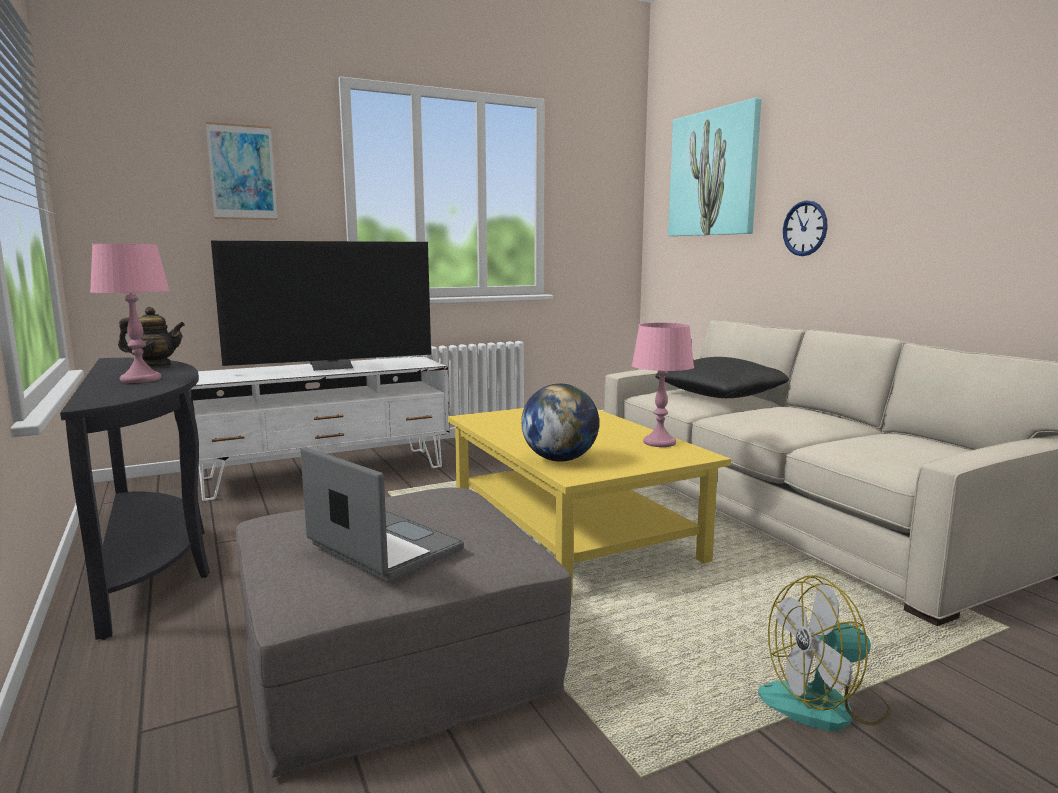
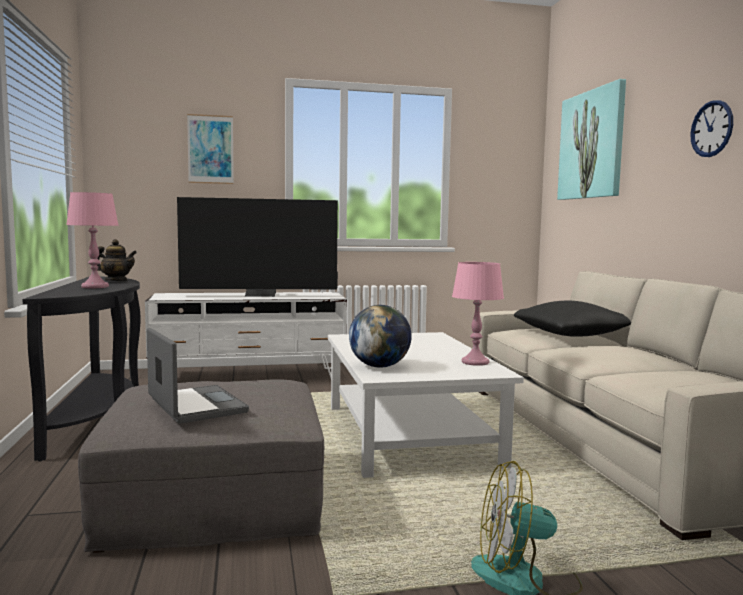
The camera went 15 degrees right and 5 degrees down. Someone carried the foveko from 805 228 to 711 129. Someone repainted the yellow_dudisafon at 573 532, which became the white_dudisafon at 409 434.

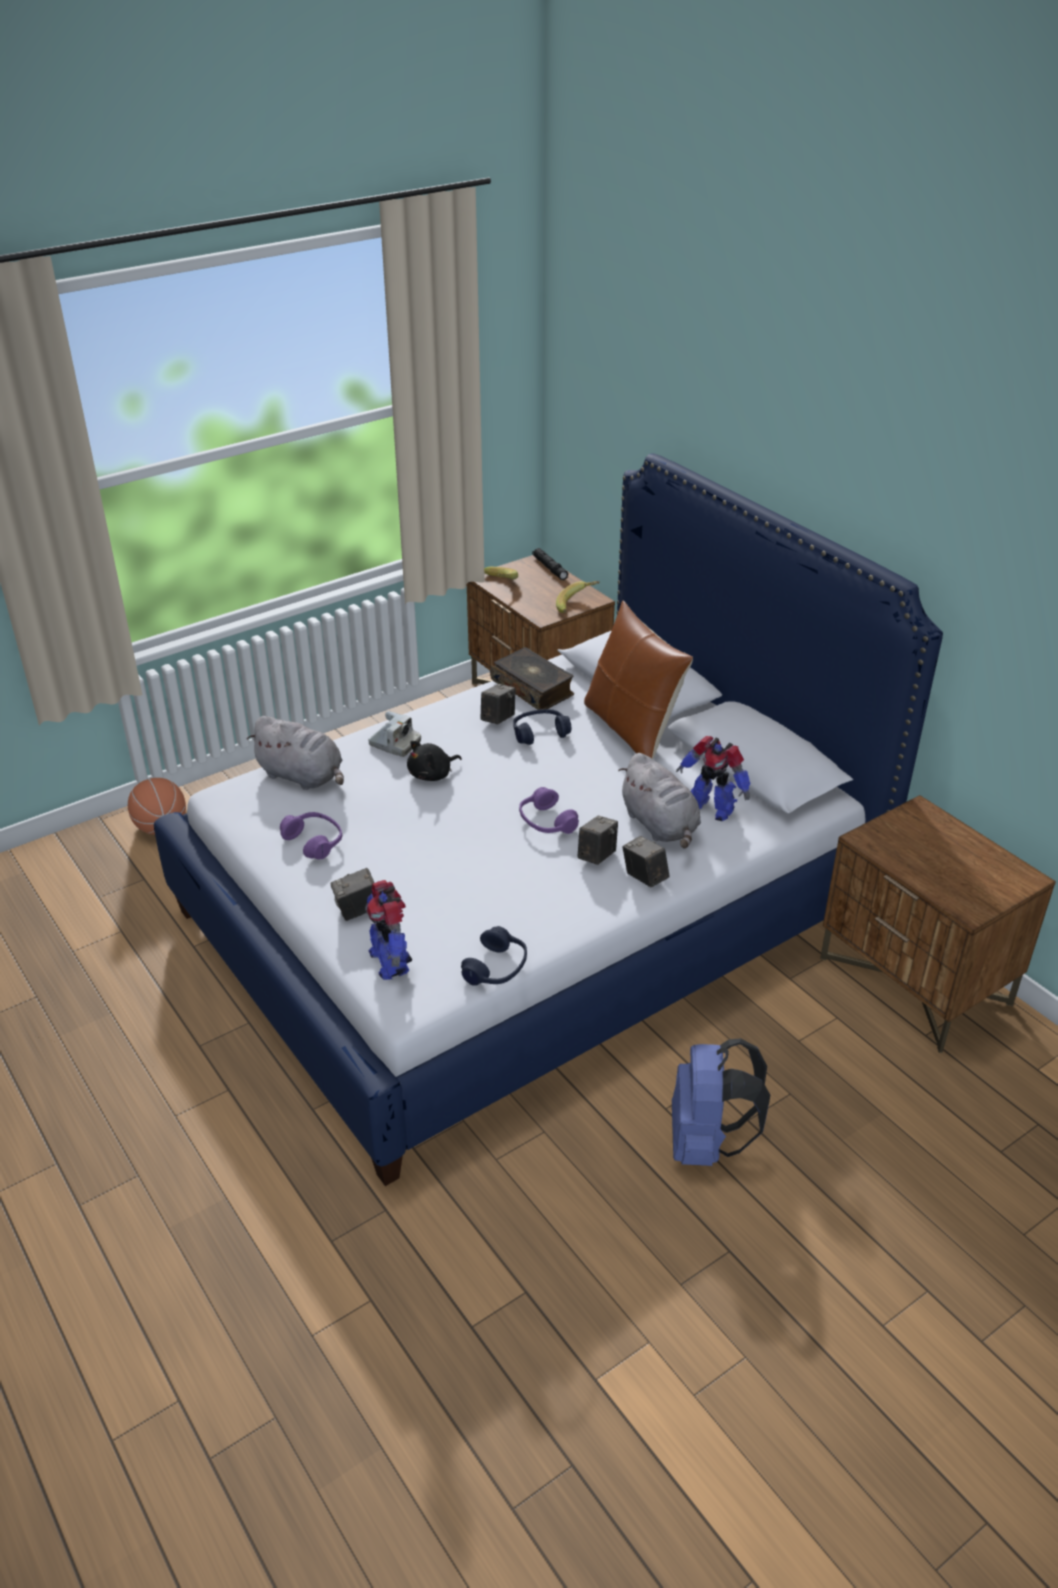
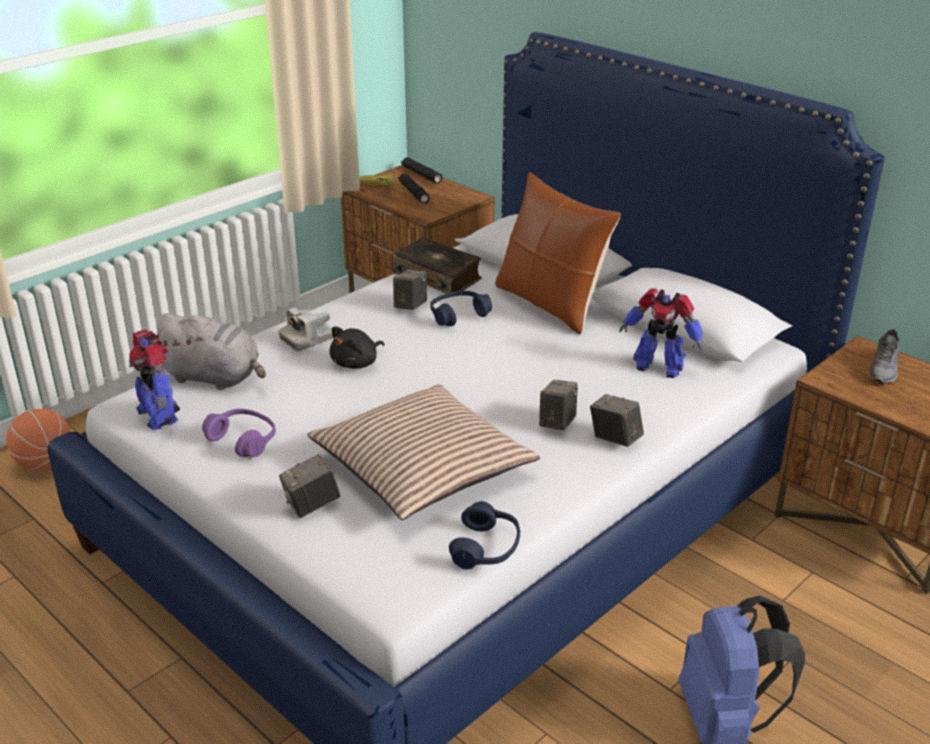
The camera went 10 degrees left and 5 degrees down. Someone took away the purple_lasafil at 546 822. Someone took away the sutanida at 577 606. Someone took away the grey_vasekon at 661 826. Someone put down the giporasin at 422 467. Someone put down the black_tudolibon at 413 193. Someone put down the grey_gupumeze at 884 369. Someone carried the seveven from 390 961 to 158 415. Someone rotated the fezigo at 394 744 by 120 degrees clockwise.

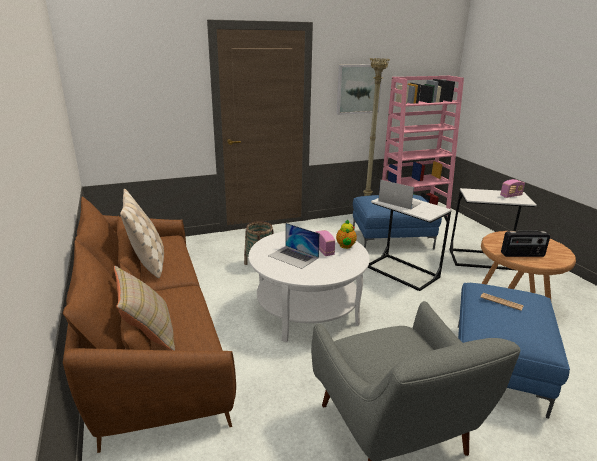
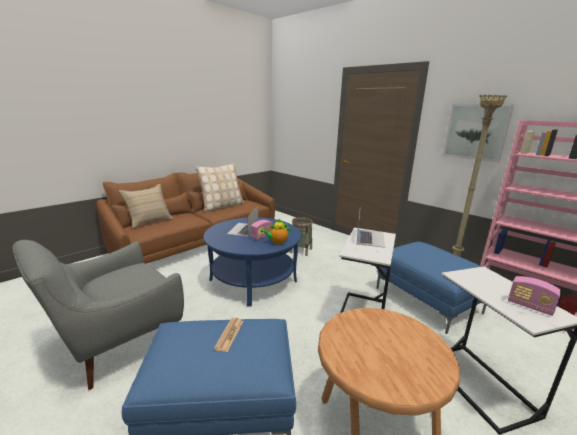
The camera went 65 degrees right and 5 degrees down. Someone took away the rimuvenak at 522 255. Someone repainted the white_dudisafon at 307 310, which became the blue_dudisafon at 253 280.

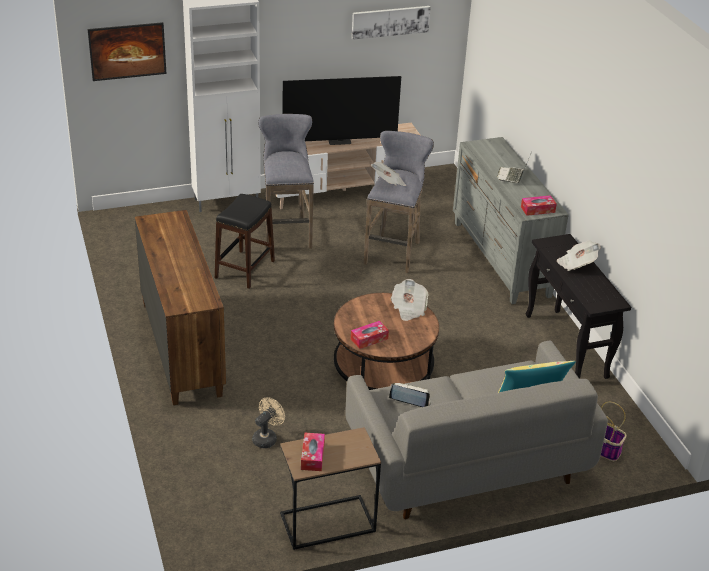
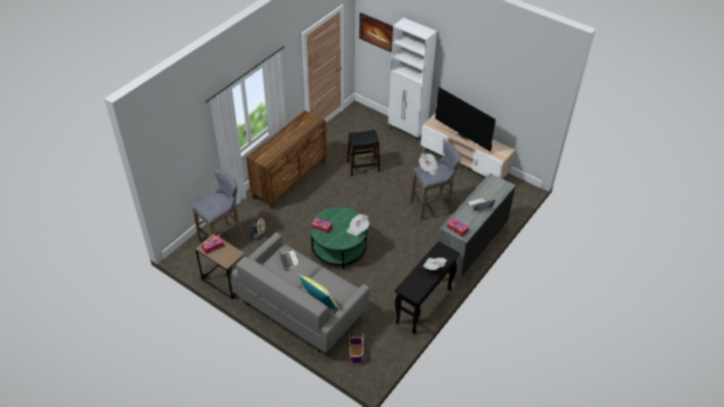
The camera went 55 degrees right and 10 degrees up. Someone took away the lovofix at 390 21. Someone carried the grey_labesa from 286 232 to 222 237. Someone repainted the brown_dudisafon at 383 368, which became the green_dudisafon at 339 248.

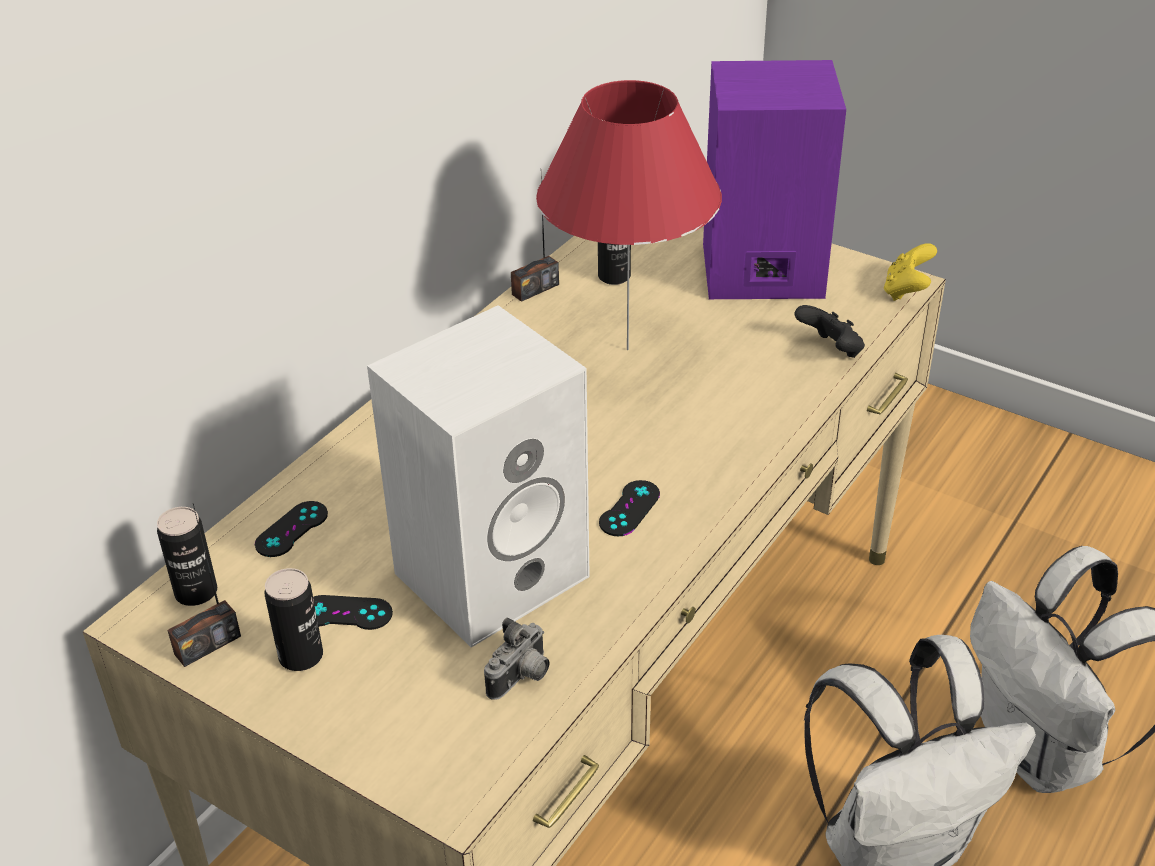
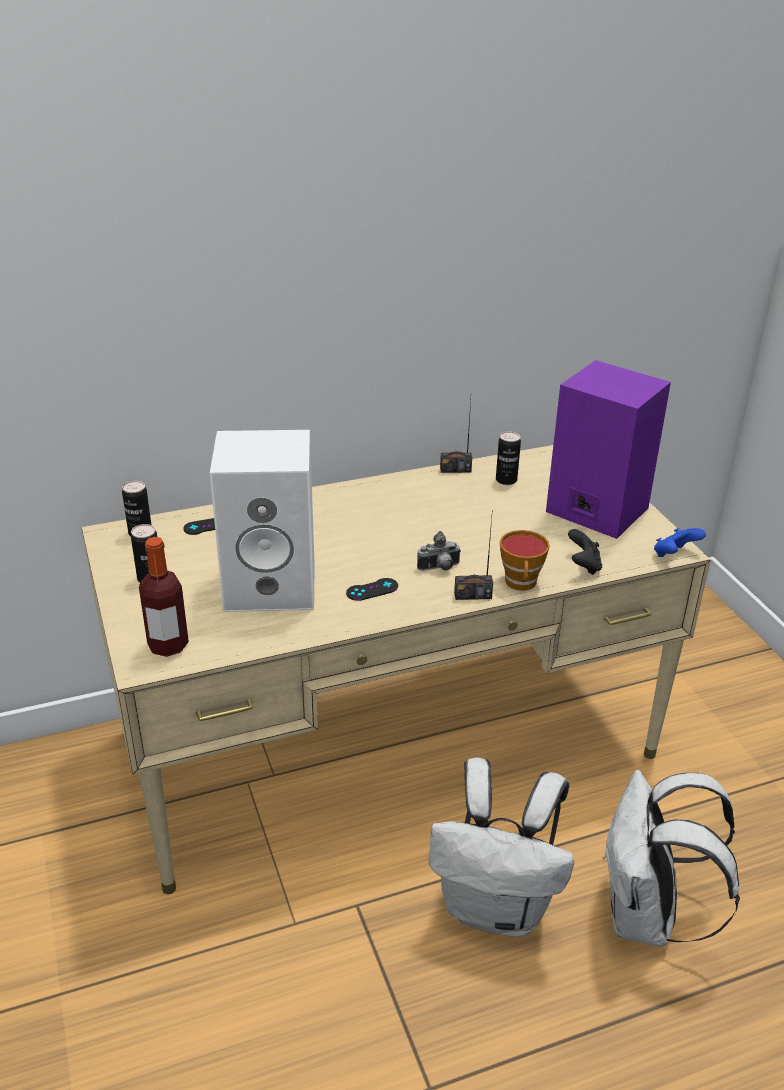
The camera went 35 degrees right and 5 degrees down. Someone took away the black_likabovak at 346 613. Someone took away the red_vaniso at 627 349. Someone put down the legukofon at 168 645. Someone put down the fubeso at 521 584. Someone carried the rimuvenak from 207 645 to 473 595. Someone carried the fezigo from 522 678 to 439 568. Someone repainted the yellow_likabovak at 906 291, which became the blue_likabovak at 674 555.

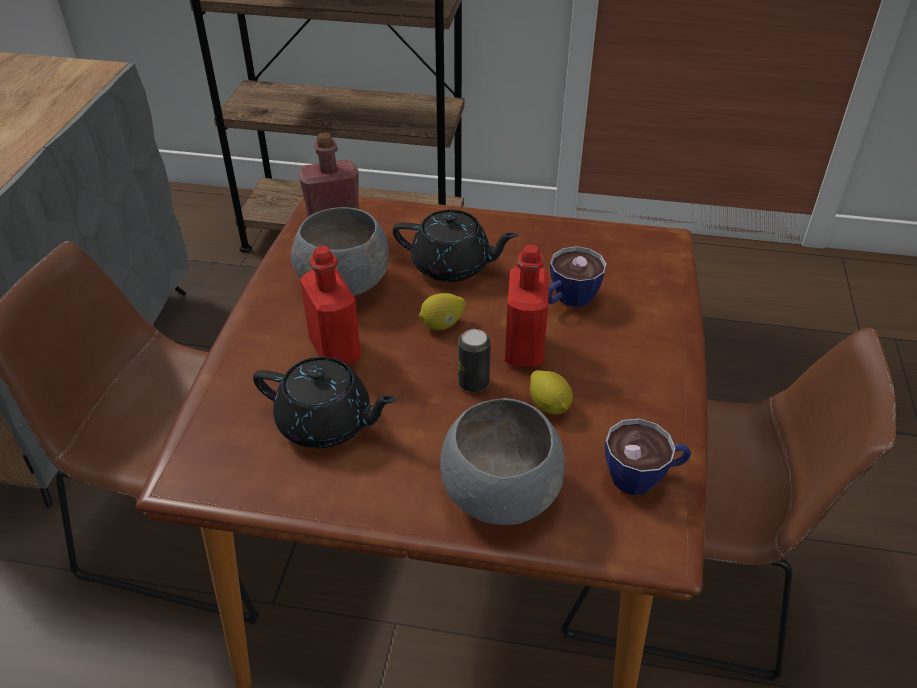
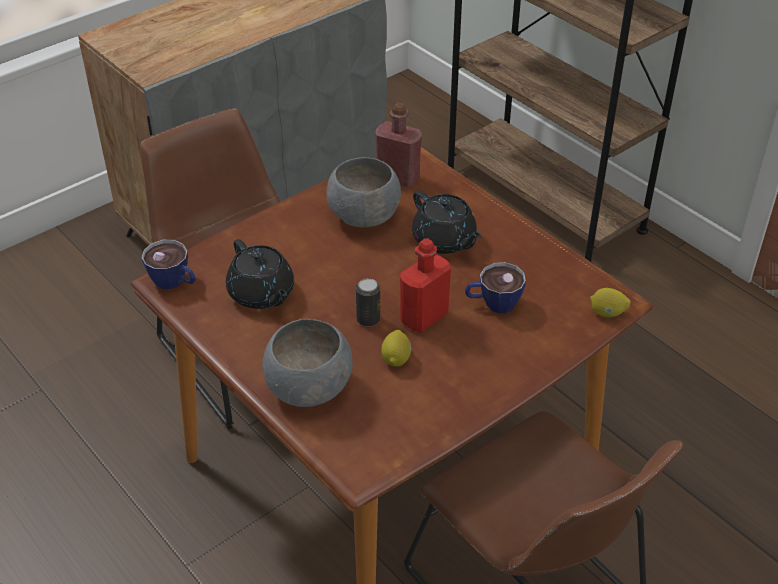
The camera went 40 degrees right and 0 degrees up. Someone took away the red_legukofon at 335 350. Someone carried the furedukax from 442 324 to 607 313. Someone carried the fubeso from 643 477 to 174 282.

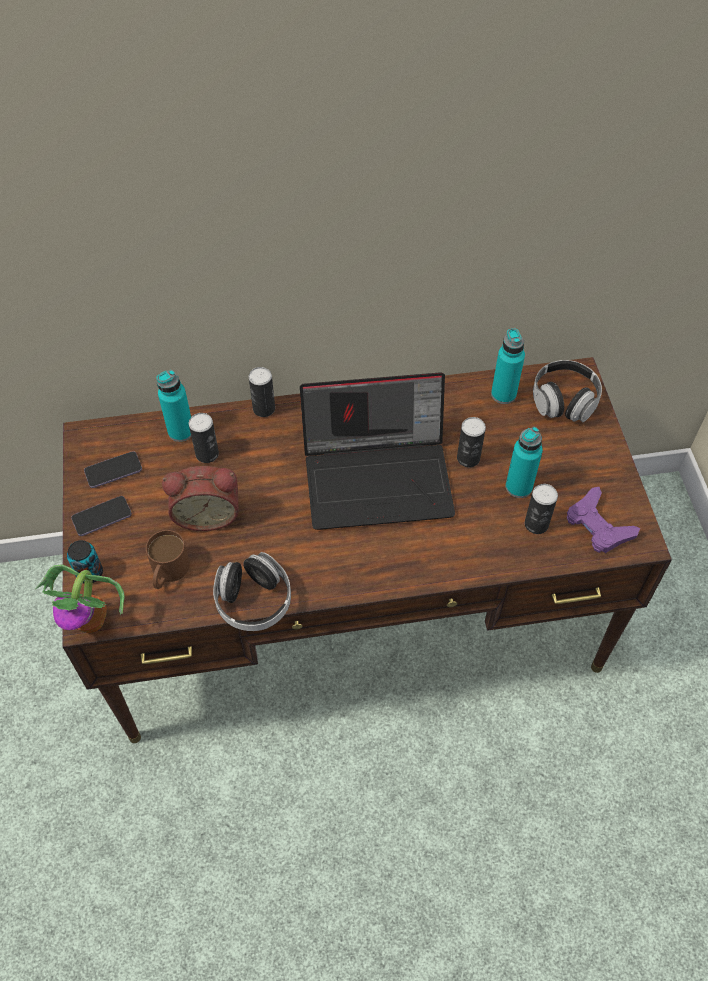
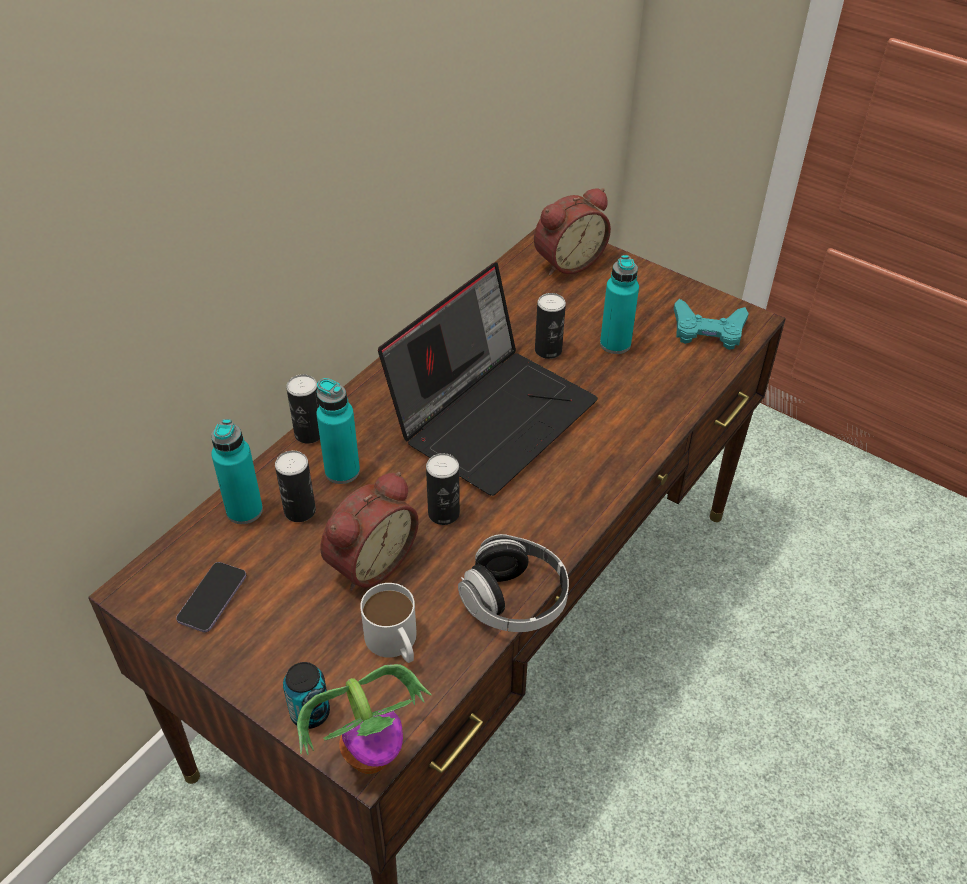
The camera went 45 degrees left and 10 degrees down. Someone took away the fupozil at 102 517. Someone carried the turquoise_legukofon from 503 394 to 342 471. Someone carried the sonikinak from 536 524 to 443 513. Someone swapped the lasafil at 564 401 for the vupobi at 567 261. Someone repainted the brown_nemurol at 167 572, which became the white_nemurol at 395 643. Someone repainted the purple_likabovak at 598 525, which became the turquoise_likabovak at 708 330.

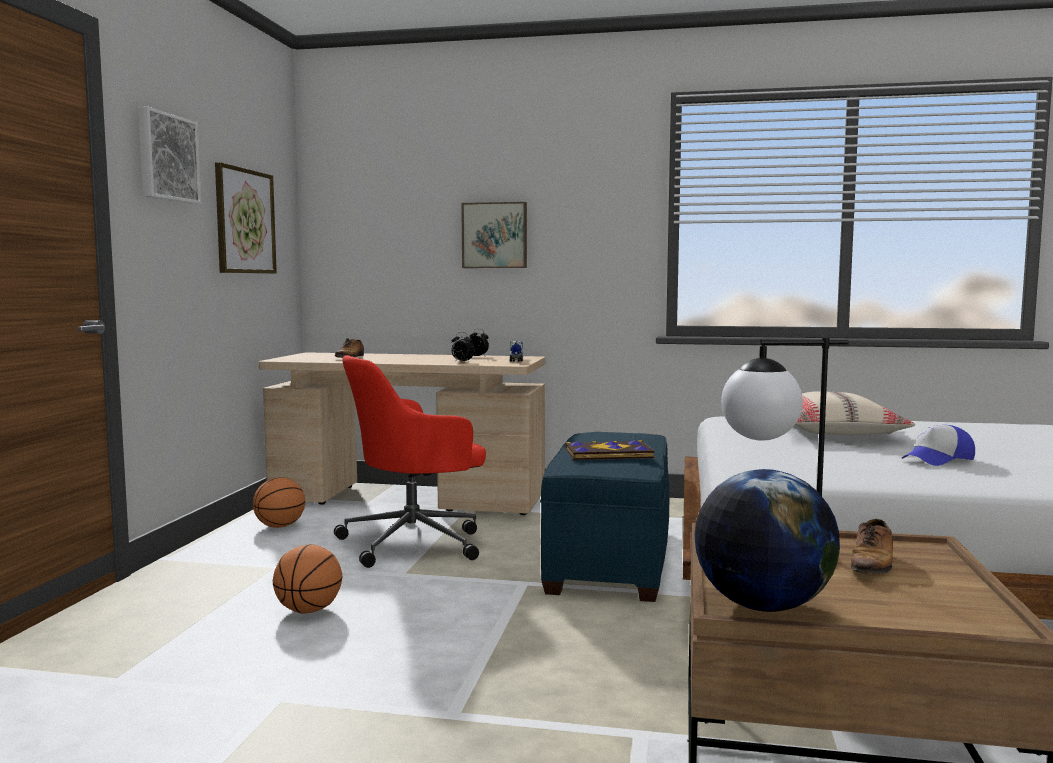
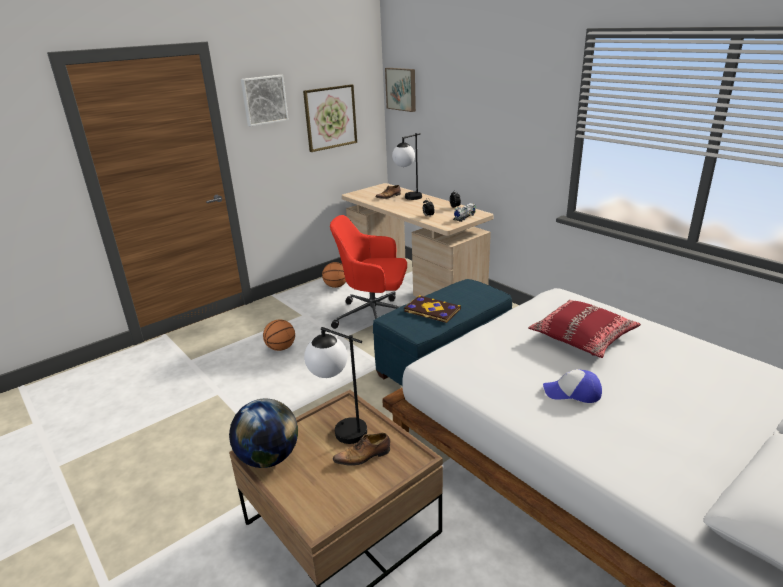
The camera went 40 degrees right and 20 degrees up. Someone put down the vaniso at 408 199. Someone carried the lovofix from 495 235 to 402 89. Someone repainted the beige_giporasin at 838 431, which became the red_giporasin at 582 337.

